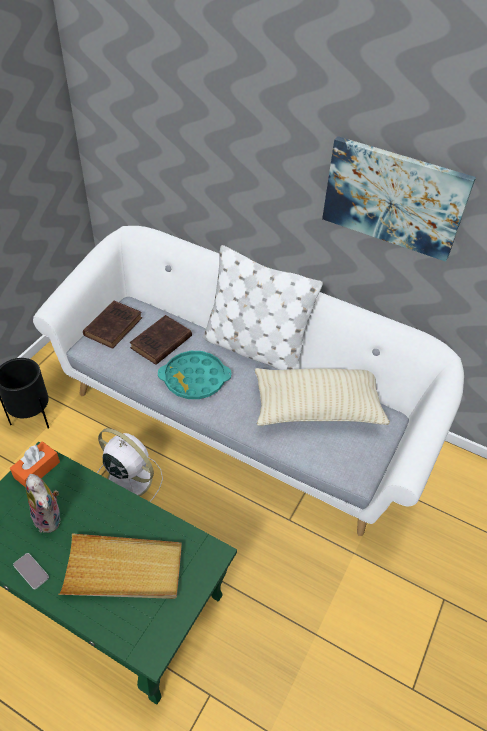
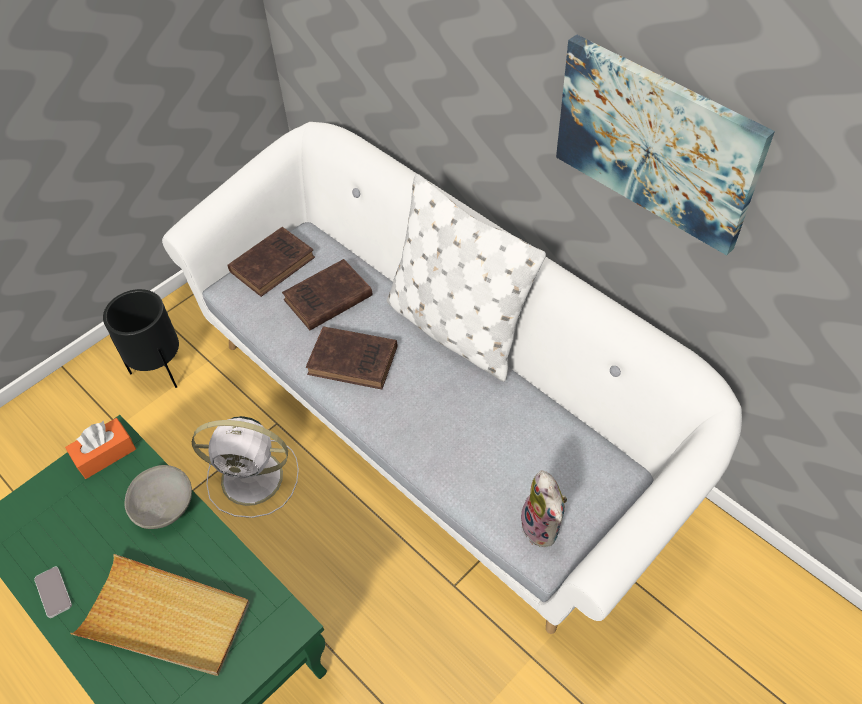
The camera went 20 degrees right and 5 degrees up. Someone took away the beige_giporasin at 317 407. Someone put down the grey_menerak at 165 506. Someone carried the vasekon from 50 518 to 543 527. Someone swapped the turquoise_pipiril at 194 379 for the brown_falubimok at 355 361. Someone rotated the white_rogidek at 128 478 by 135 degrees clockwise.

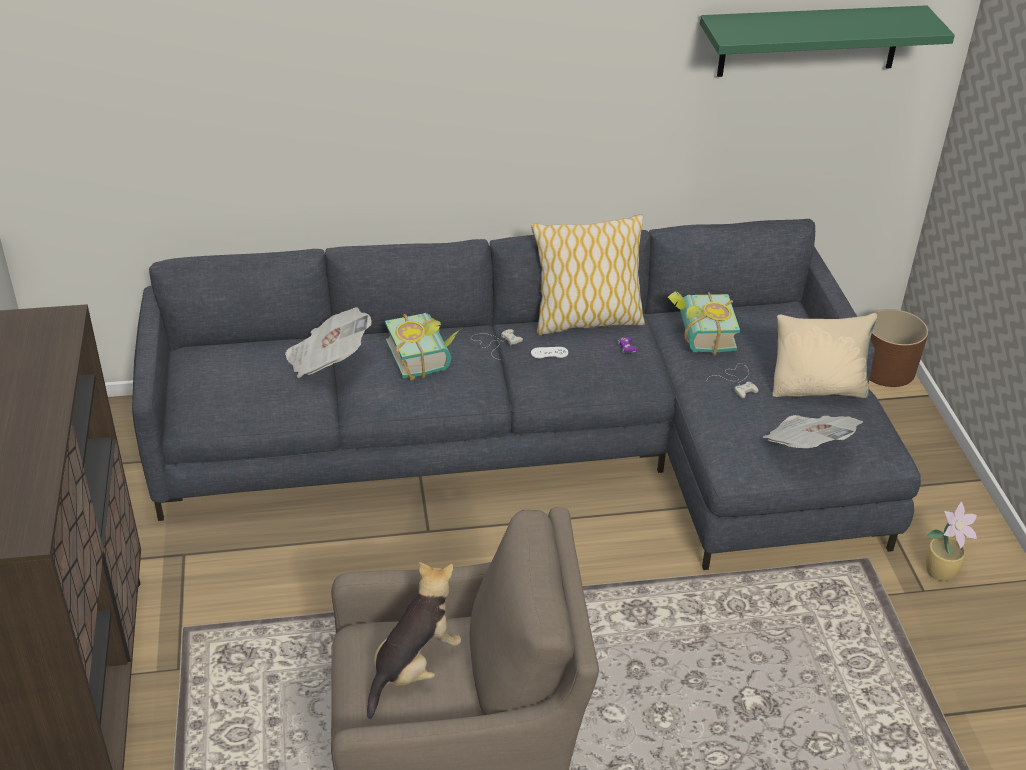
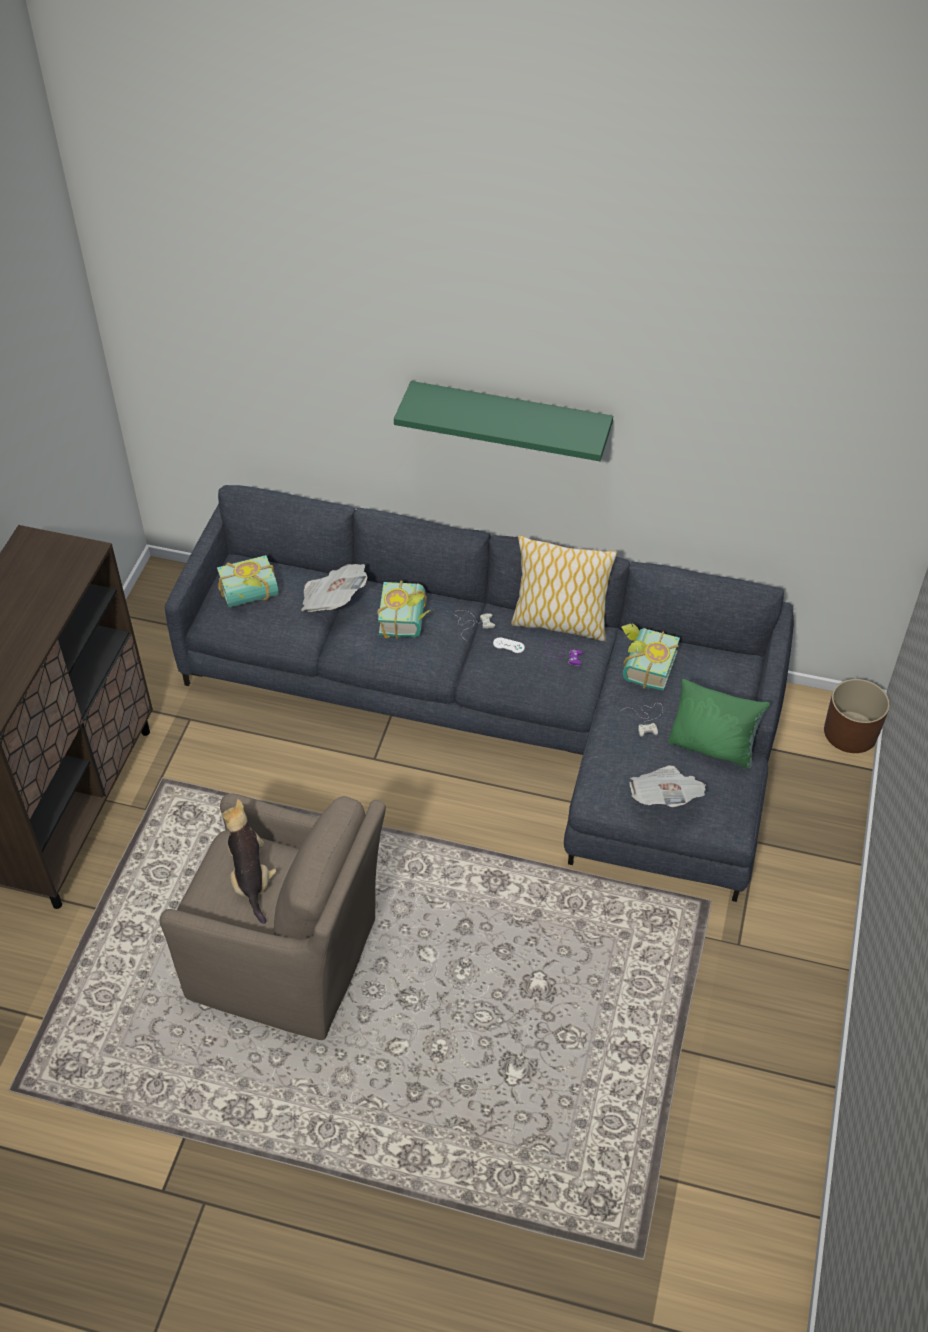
The camera went 25 degrees right and 10 degrees up. Someone took away the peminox at 941 571. Someone put down the falubimok at 251 597. Someone carried the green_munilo from 809 41 to 510 420. Someone repainted the beige_giporasin at 817 388, which became the green_giporasin at 712 747. Someone rotated the vasekon at 414 667 by 75 degrees counterclockwise.

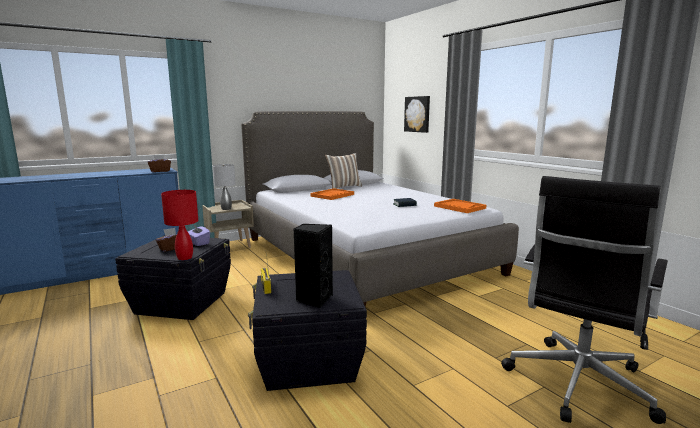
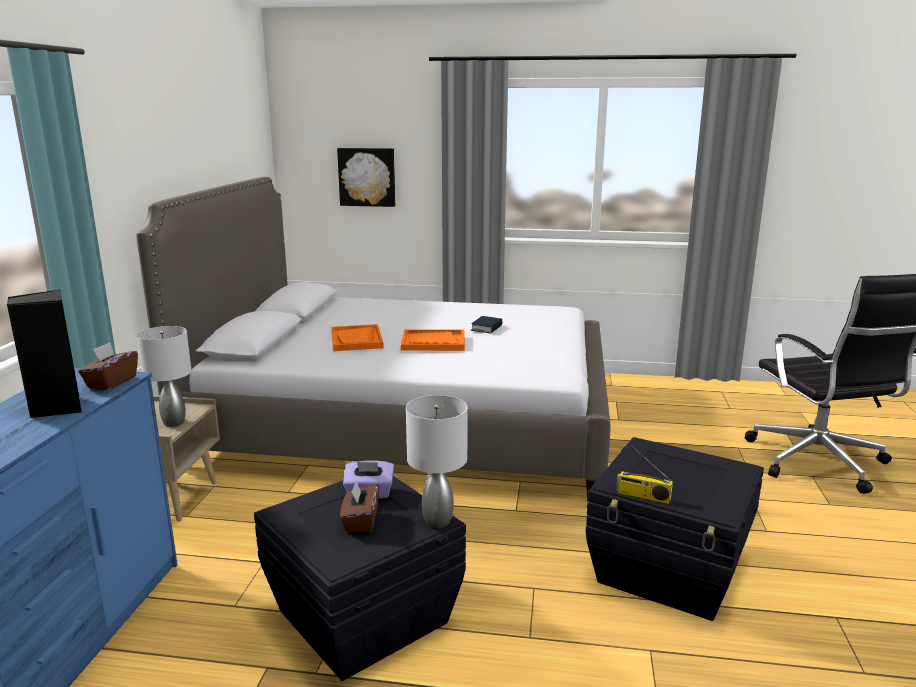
The camera went 50 degrees left and 5 degrees up. Someone took away the giporasin at 344 187. Someone carried the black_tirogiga from 313 299 to 56 408. Someone carried the orange_pipiril from 459 207 to 433 342. Someone repainted the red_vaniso at 184 257, which became the grey_vaniso at 436 521.

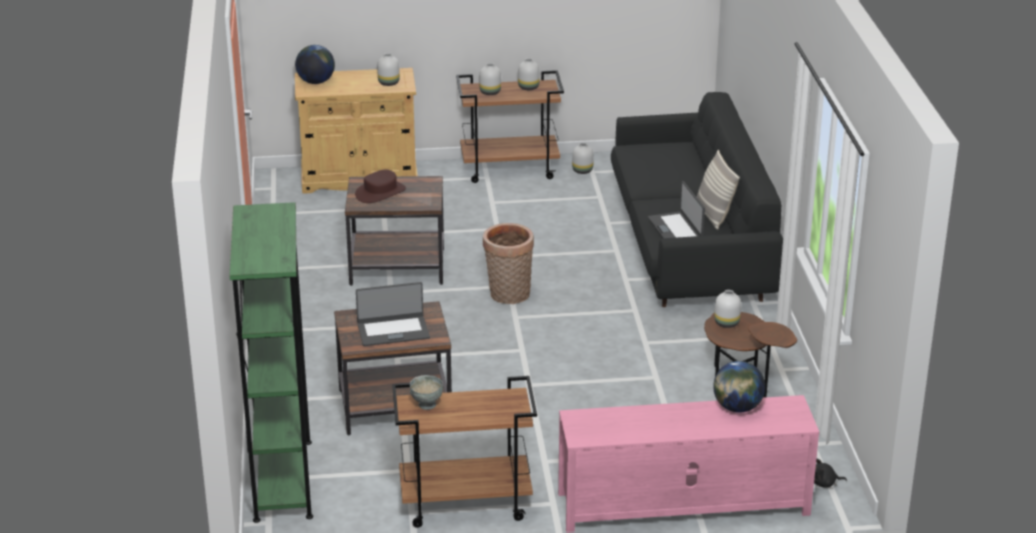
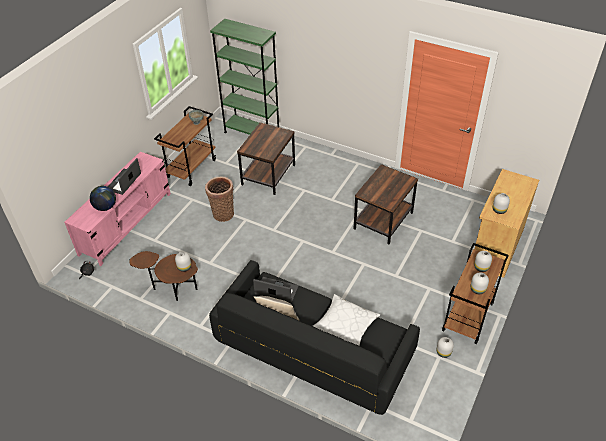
The camera went 125 degrees right and 15 degrees up. Someone took away the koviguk at 316 82. Someone took away the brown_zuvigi at 380 192. Someone put down the white_giporasin at 345 326. Someone carried the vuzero from 393 331 to 124 182. Someone carried the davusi from 508 296 to 222 213.

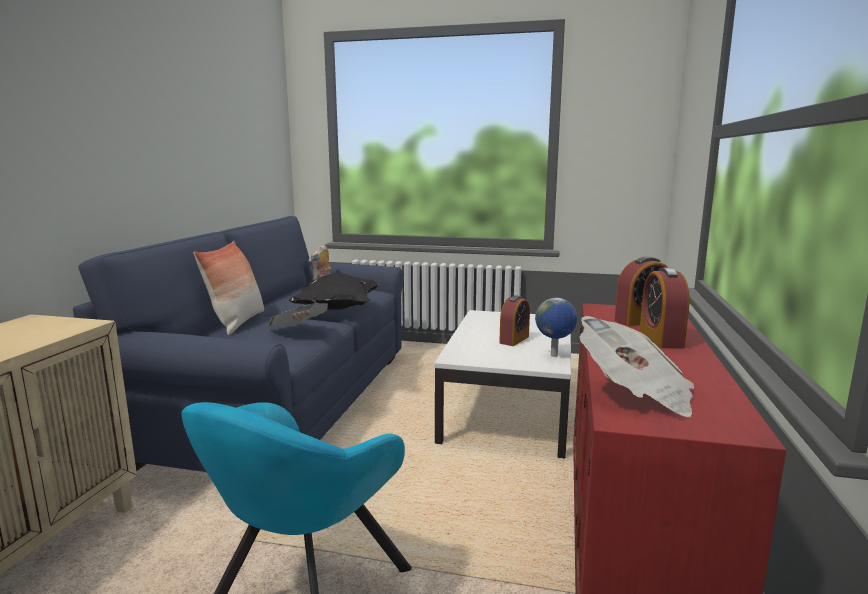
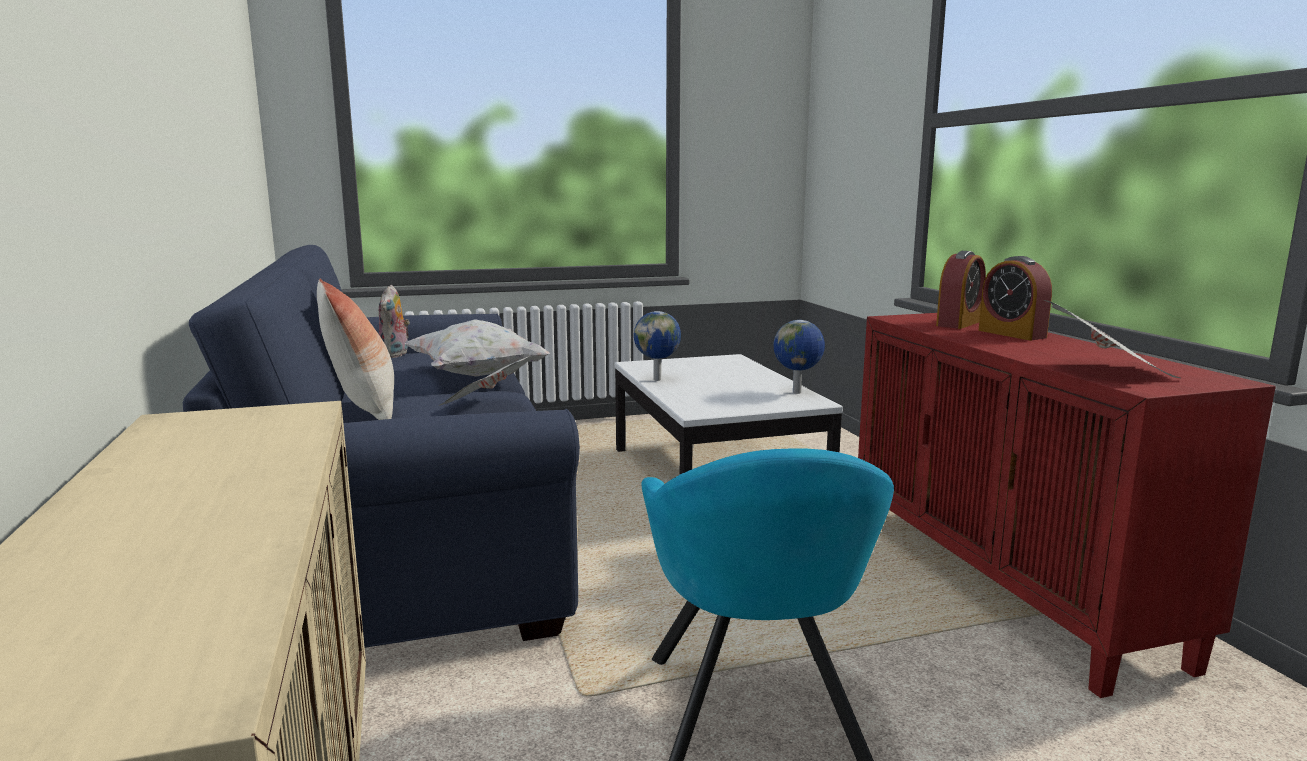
The camera went 30 degrees left and 0 degrees up. Someone took away the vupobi at 514 340. Someone put down the koviguk at 658 379. Someone repainted the black_giporasin at 337 309, which became the white_giporasin at 478 375.

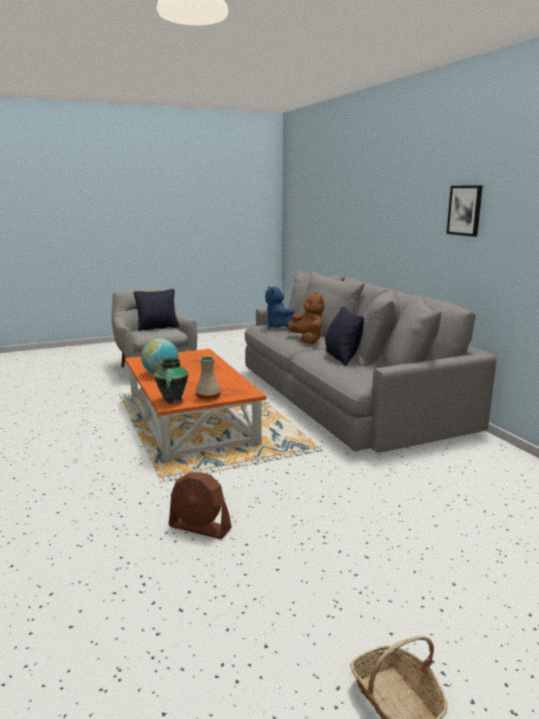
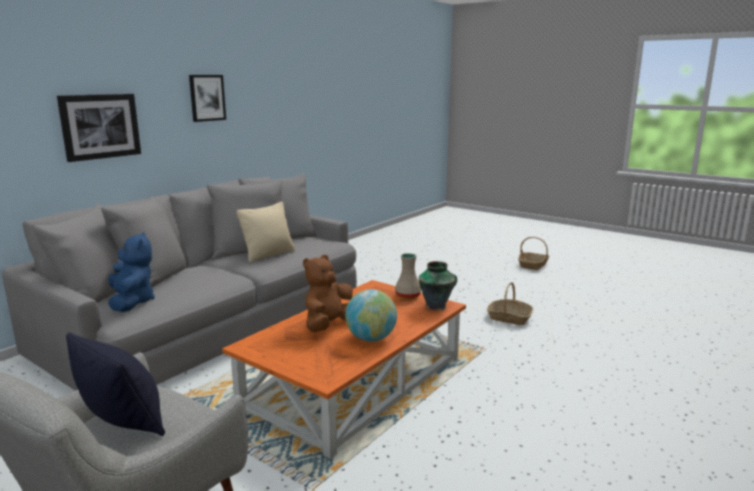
The camera went 120 degrees left and 0 degrees up. Someone put up the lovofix at 100 126. Someone carried the brown_vasekon from 307 340 to 329 326. Someone swapped the brown_rogidek at 200 527 for the davusi at 509 318. Someone repainted the black_giporasin at 342 358, which became the beige_giporasin at 268 255. Someone rotated the blue_vasekon at 280 327 by 60 degrees counterclockwise.

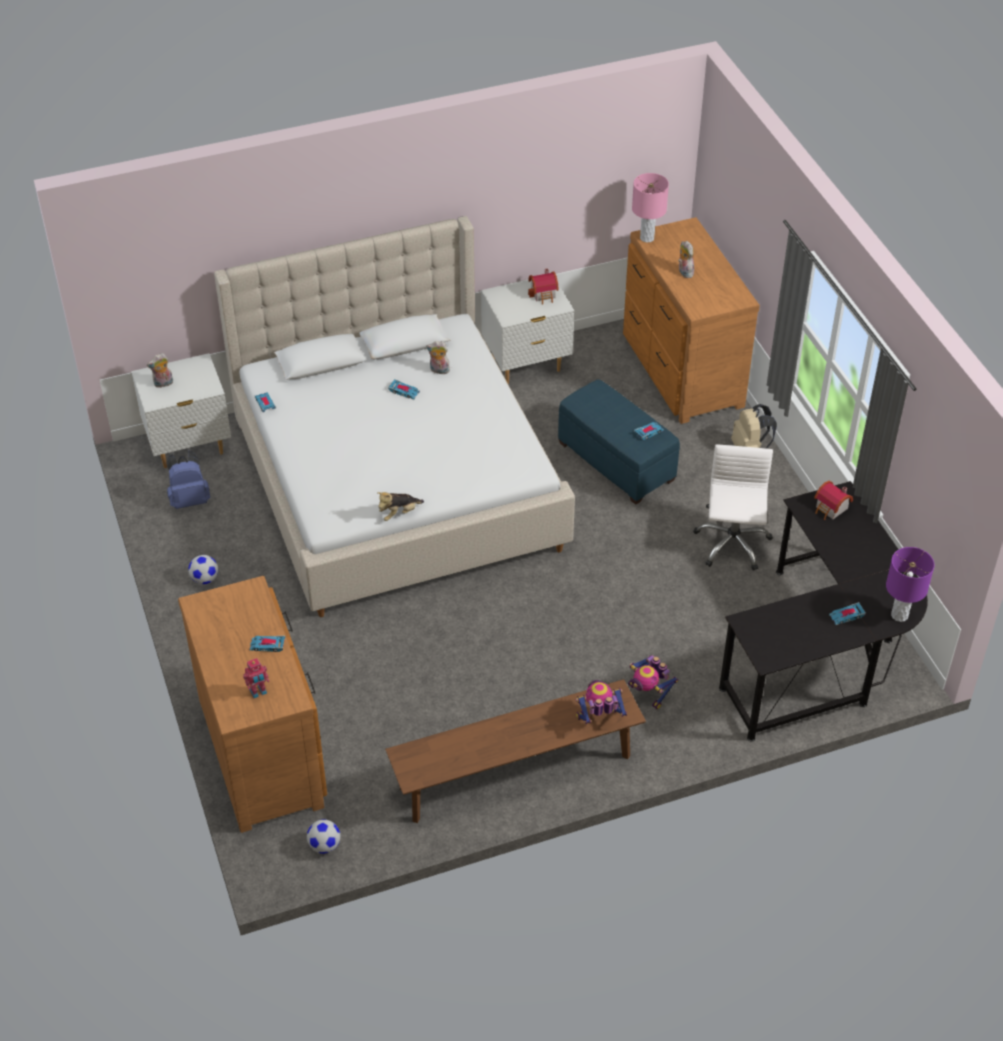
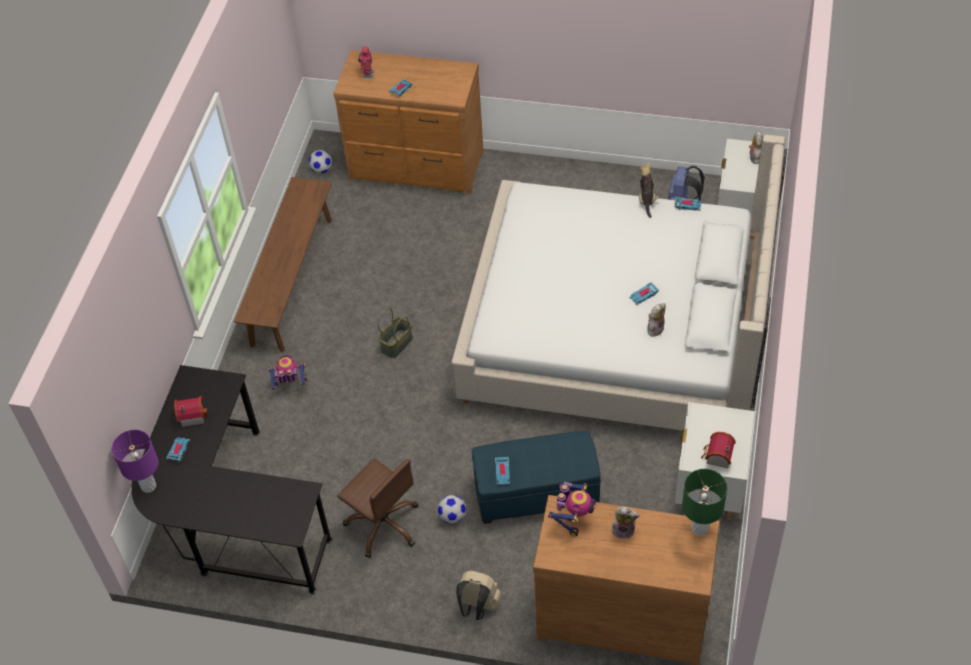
The camera went 125 degrees right and 5 degrees up. Someone put down the davusi at 396 343. Someone carried the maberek from 205 579 to 452 516. Someone carried the vasekon from 399 513 to 646 200. Someone carried the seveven from 599 719 to 573 517. Someone carried the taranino from 831 509 to 191 415. Someone repainted the pink_vaniso at 647 238, which became the green_vaniso at 699 528. Someone repainted the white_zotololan at 731 543, which became the brown_zotololan at 383 524.

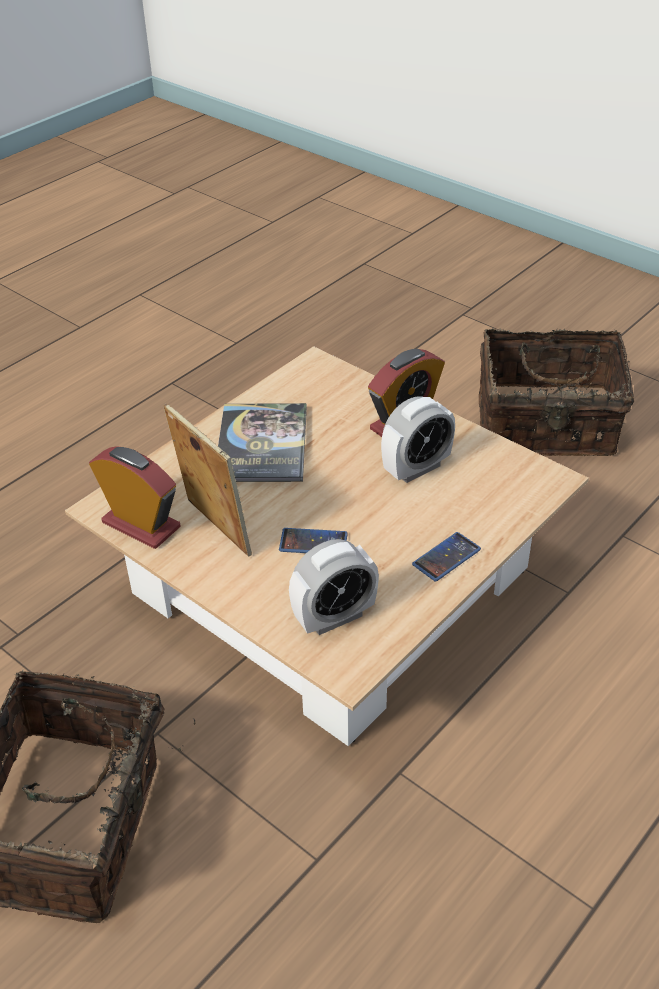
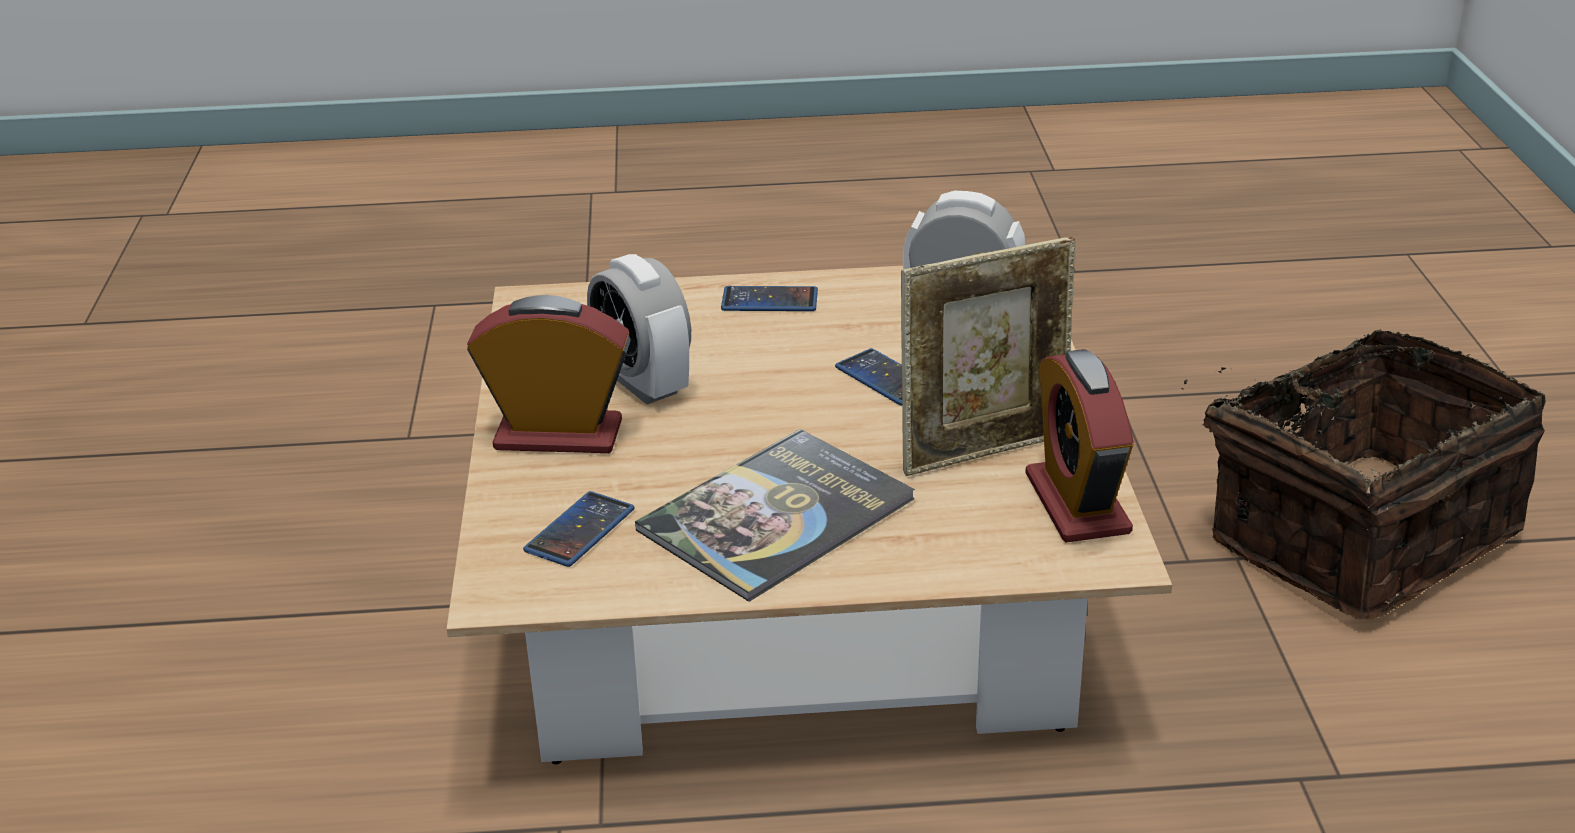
The camera went 135 degrees left and 10 degrees down. Someone took away the davusi at 546 427. Someone put down the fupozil at 580 530. Someone rotated the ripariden at 214 528 by 120 degrees counterclockwise. Someone rotated the vupobi at 416 468 by 135 degrees counterclockwise.

